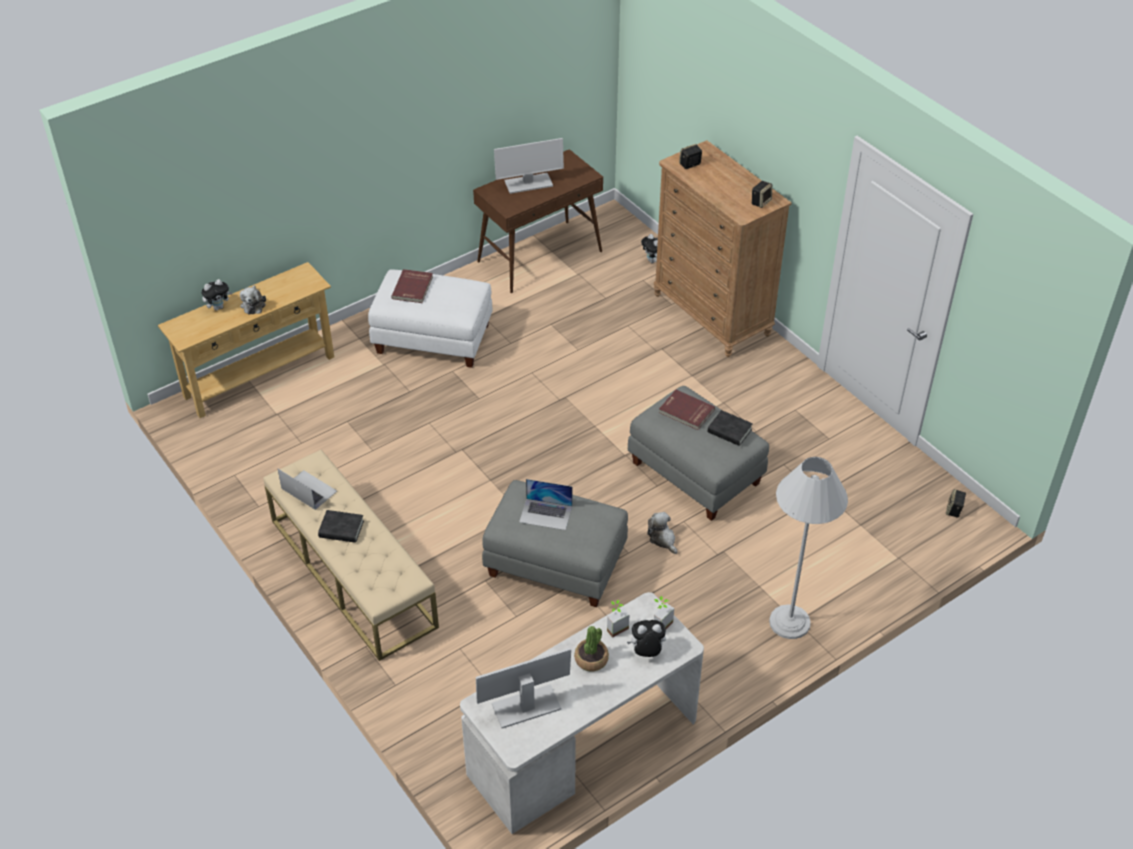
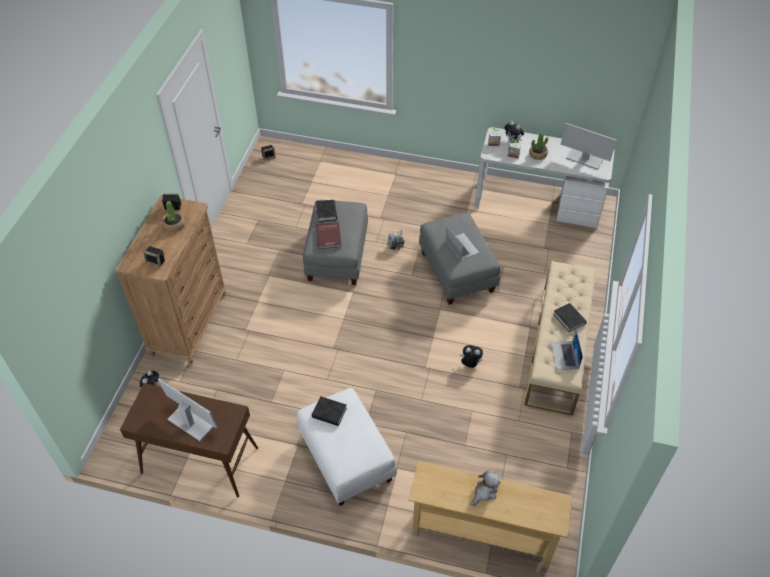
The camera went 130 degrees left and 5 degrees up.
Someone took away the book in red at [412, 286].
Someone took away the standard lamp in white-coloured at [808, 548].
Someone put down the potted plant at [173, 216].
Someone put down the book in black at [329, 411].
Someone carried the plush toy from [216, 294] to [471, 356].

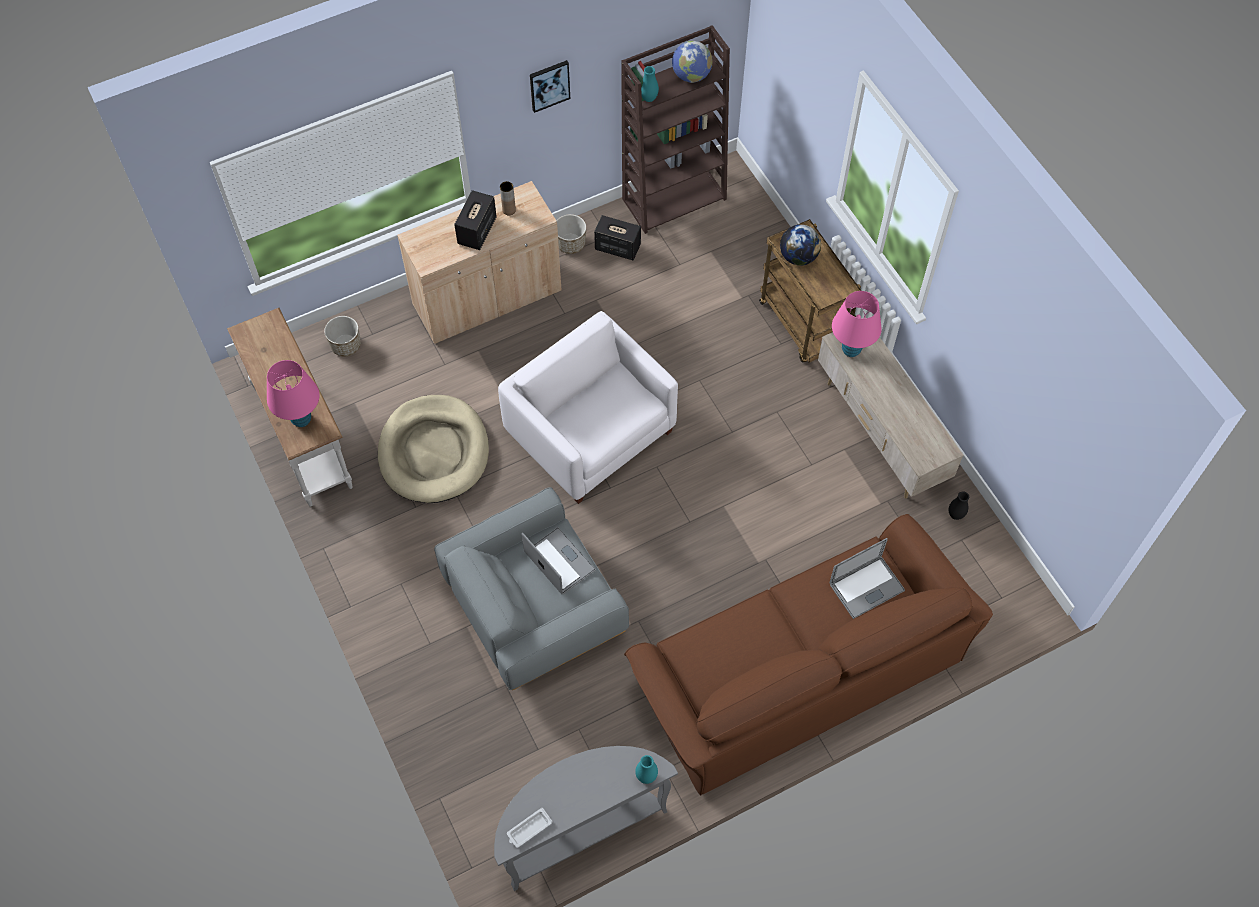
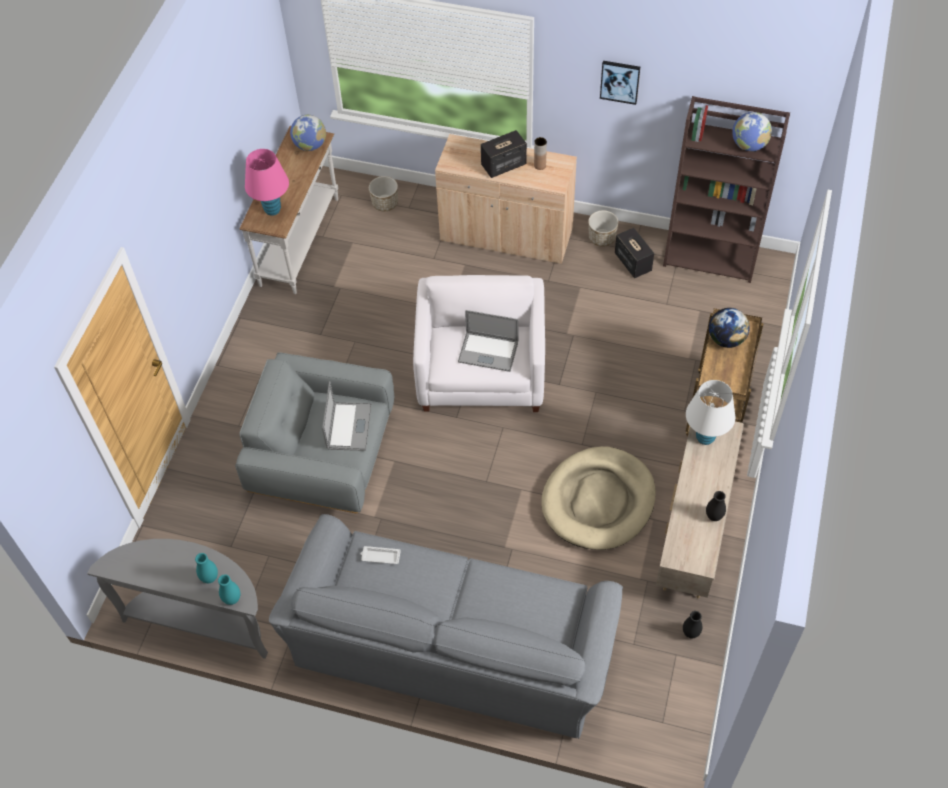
The camera went 45 degrees right and 5 degrees down.
Someone put down the globe at [308, 133].
Someone put down the decorative vase in black at [716, 506].
Someone carried the dog cushion in beige-coloured from [433, 449] to [598, 498].
Someone carried the carrying tray in white-coloured from [530, 828] to [381, 555].
Someone carried the decorative vase in blue-green from [650, 84] to [206, 568].
Someone carried the notebook computer from [867, 578] to [488, 341].
Someone repainted the sofa in brown at [808, 654], which became the sofa in greyish at [446, 626].
Someone repainted the lamp for a table in pink at [857, 324], which became the lamp for a table in white-coloured at [710, 412].

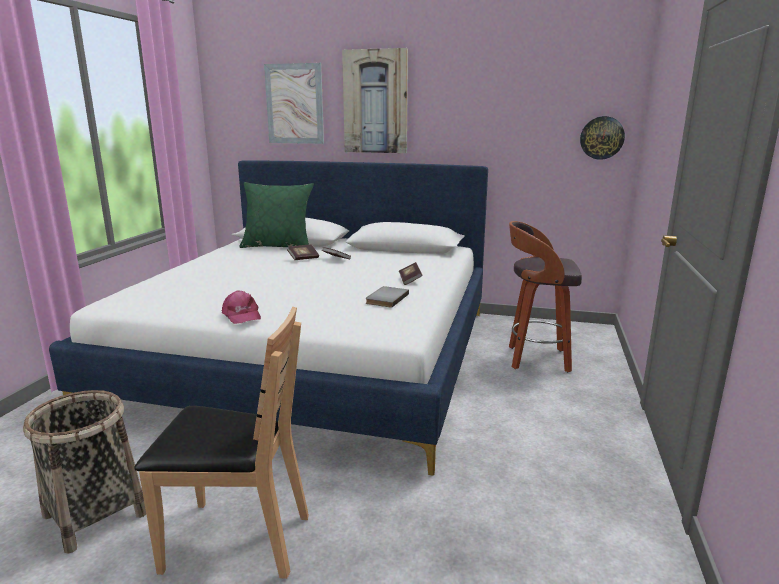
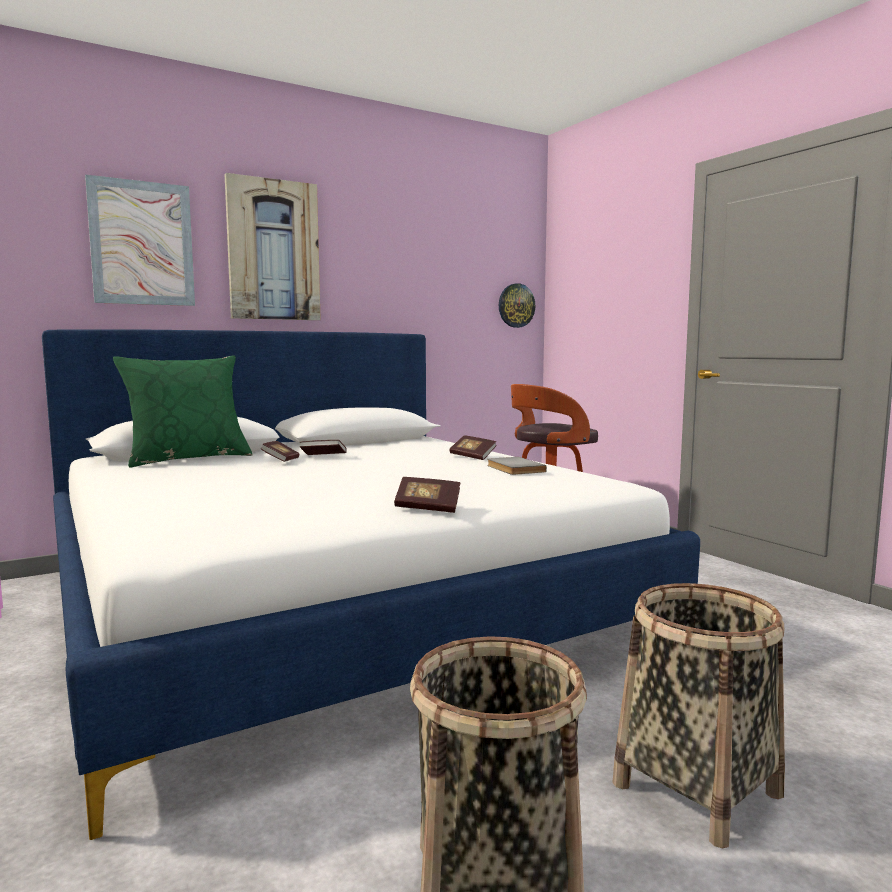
The camera went 45 degrees left and 10 degrees down.
Someone swapped the chair in brown at [221, 443] for the household basket at [698, 715].
Someone swapped the peaked cap in pink at [241, 307] for the book at [427, 495].

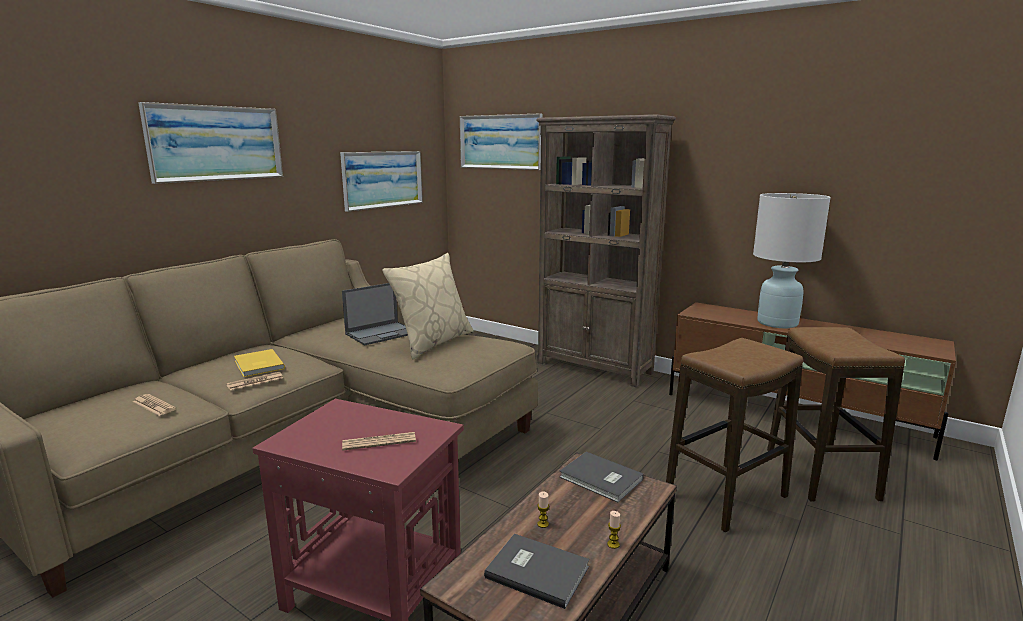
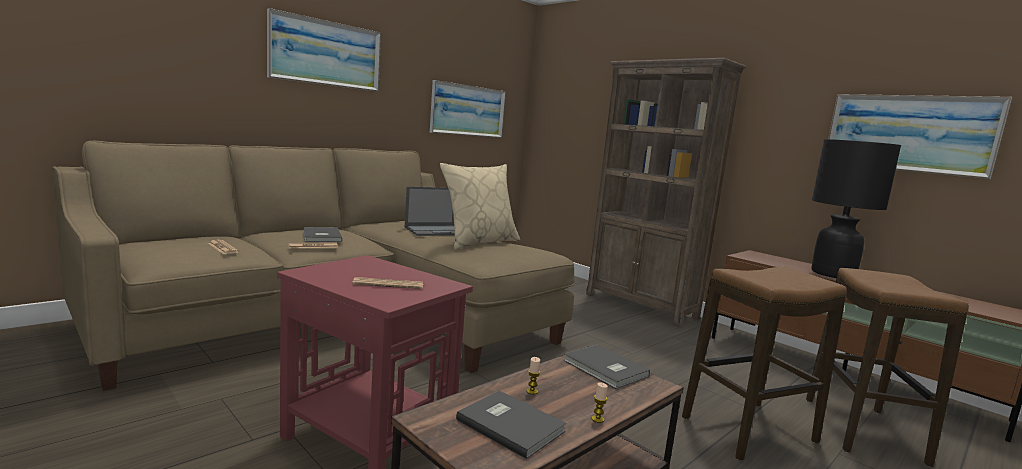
The camera went 10 degrees right and 5 degrees down.
Someone carried the wall art from [501, 141] to [920, 136].
Someone repainted the book in yellow at [259, 363], which became the book in greyish at [323, 234].
Someone repainted the lamp for a table in white-coloured at [792, 260], which became the lamp for a table in black at [856, 208].

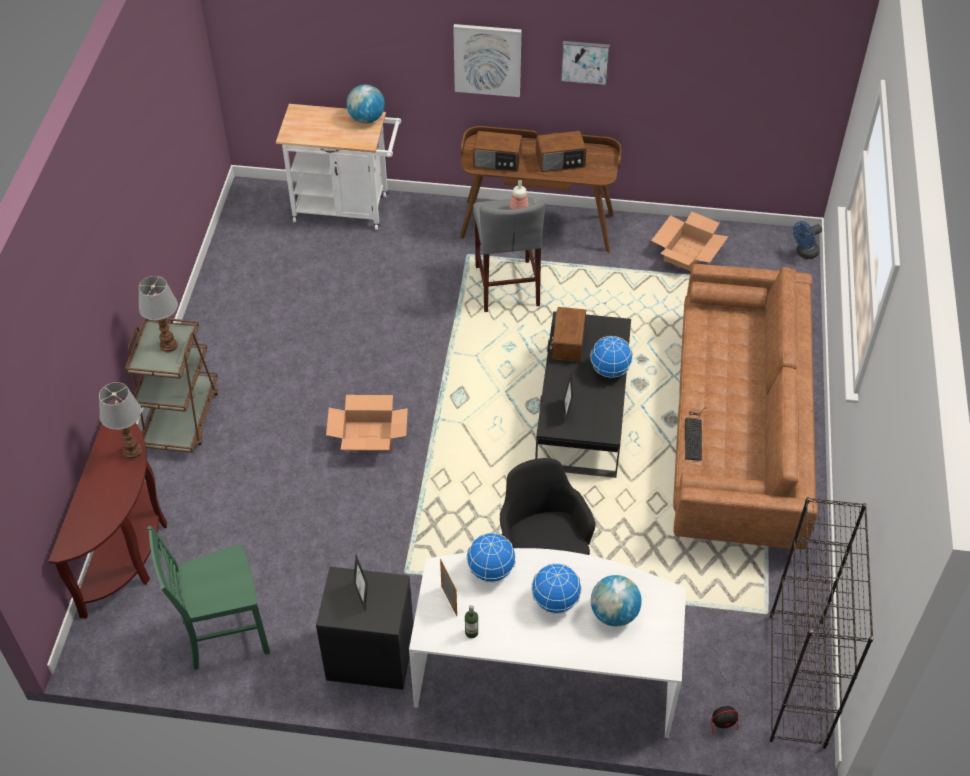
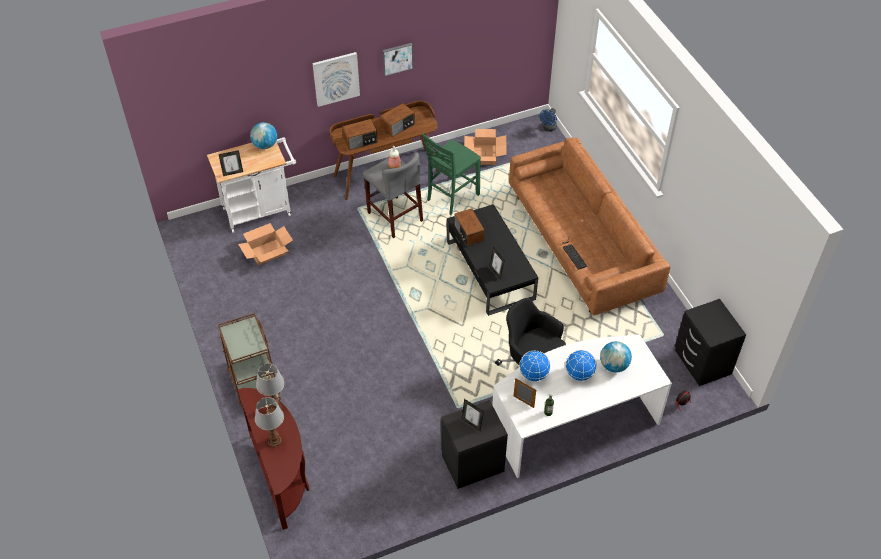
The camera went 30 degrees left and 0 degrees up.
Someone took away the globe at [611, 357].
Someone put down the photo frame at [230, 163].
Someone carried the lamp for a table from [158, 314] to [269, 422].
Someone carried the chair in green-coloured from [208, 598] to [451, 174].
Someone carried the packing box from [367, 423] to [265, 244].
Someone swapped the shelving unit in black at [822, 623] for the nightstand in black at [710, 342].

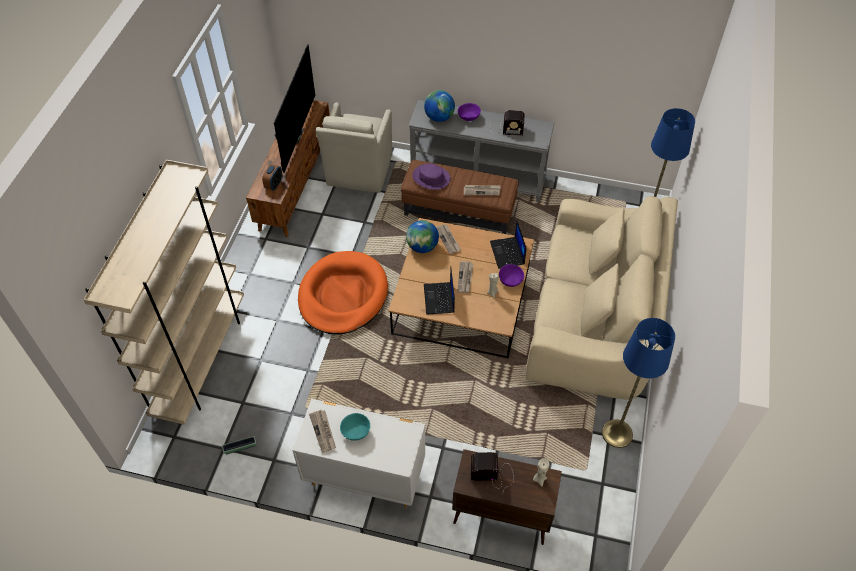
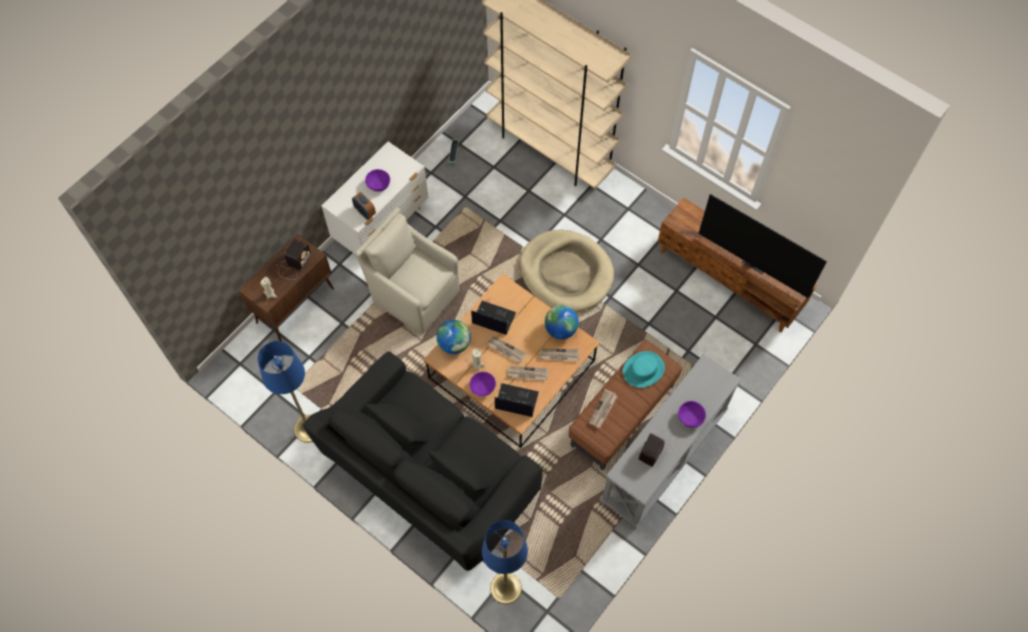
The camera went 115 degrees right and 10 degrees up.
Someone carried the bedside clock from [272, 177] to [364, 206].
Someone carried the newspaper from [322, 431] to [527, 373].
Someone carried the lounge chair in beige-coloured from [354, 148] to [407, 271].
Someone carried the globe from [439, 106] to [453, 337].
Someone repainted the dog cushion in orangey at [343, 293], which became the dog cushion in beige-coloured at [566, 270].
Someone repainted the bowl in blue-green at [355, 427], which became the bowl in purplish at [377, 180].
Someone repainted the hat in purplish at [431, 176], which became the hat in blue-green at [644, 369].
Someone repainted the sofa in beige-coloured at [602, 298], which became the sofa in black at [423, 461].

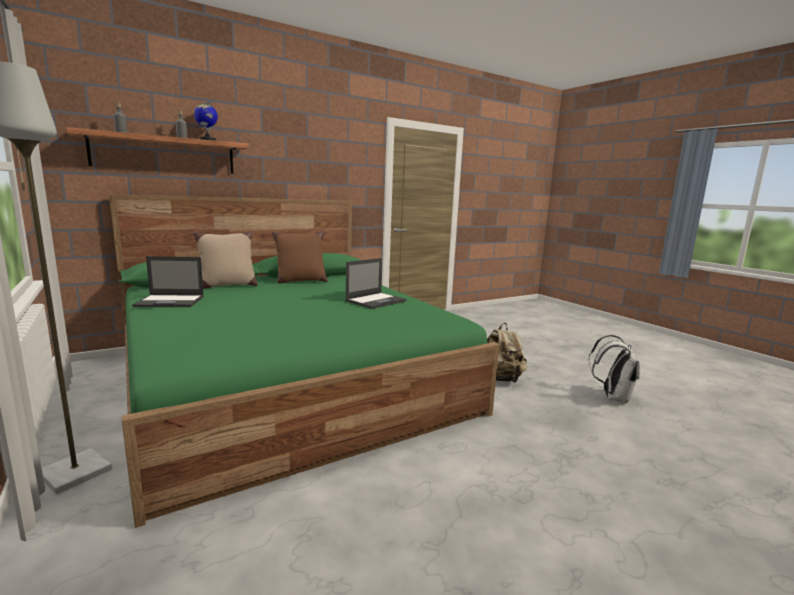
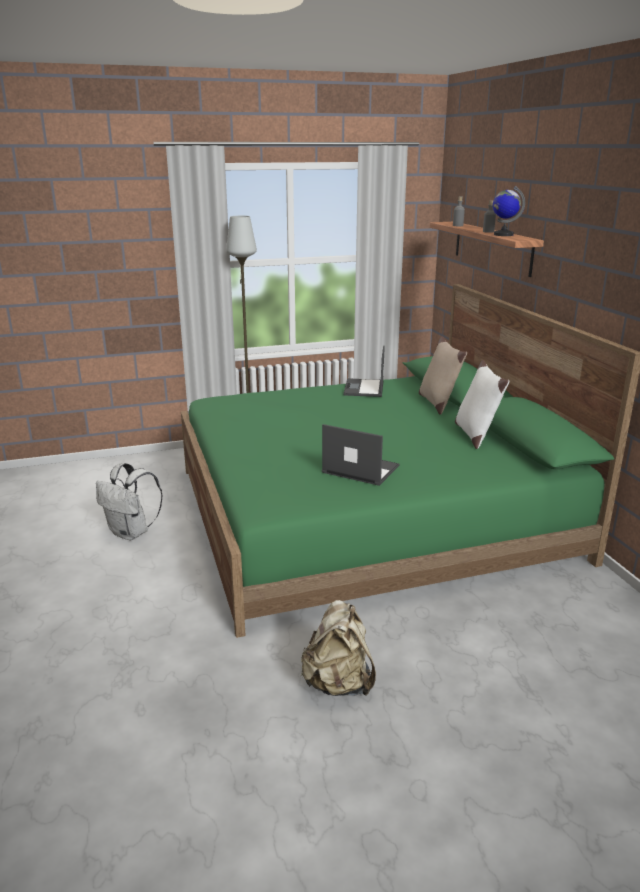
The camera went 105 degrees right and 10 degrees up.
Someone carried the rucksack in white-coloured from [614, 369] to [129, 502].
Someone repainted the cushion in brown at [299, 257], which became the cushion in white-coloured at [482, 404].
Someone rotated the notebook computer at [376, 283] by 150 degrees clockwise.

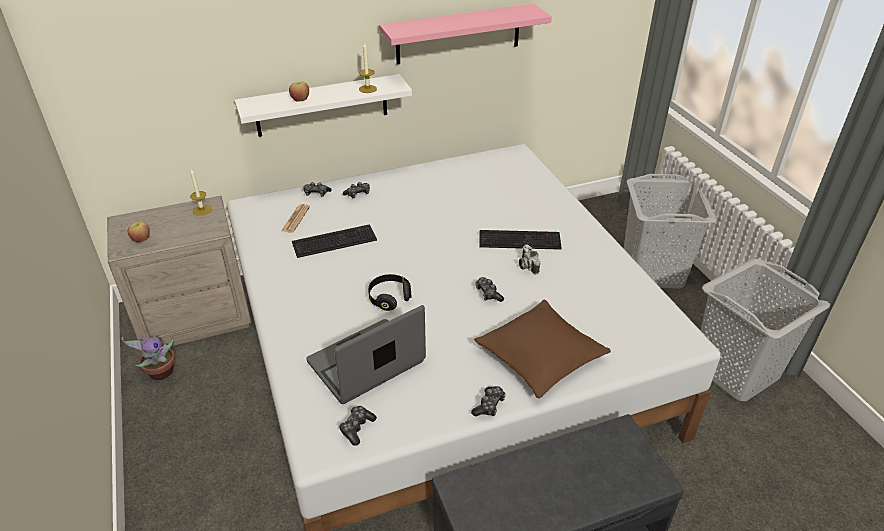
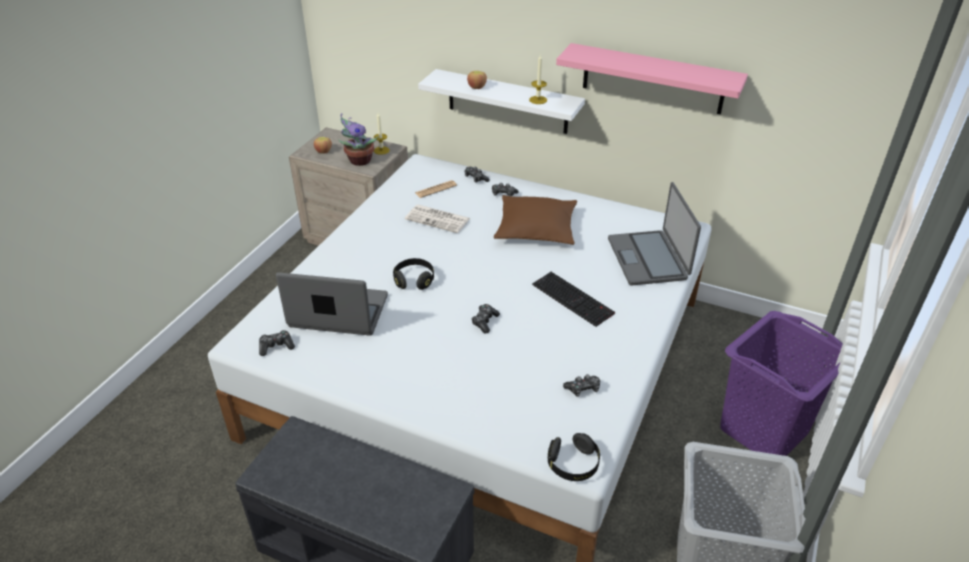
The camera went 45 degrees right and 0 degrees up.
Someone took away the photo camera at [529, 259].
Someone put down the pair of headphones in black at [574, 457].
Someone put down the notebook computer at [654, 233].
Someone carried the potted plant from [148, 358] to [358, 139].
Someone carried the joypad from [488, 401] to [581, 385].
Someone carried the cushion in brown from [542, 349] to [535, 220].
Someone swapped the PC keyboard at [334, 241] for the newspaper at [438, 219].
Someone repainted the washing basket in greyish at [670, 231], which became the washing basket in purplish at [781, 383].

